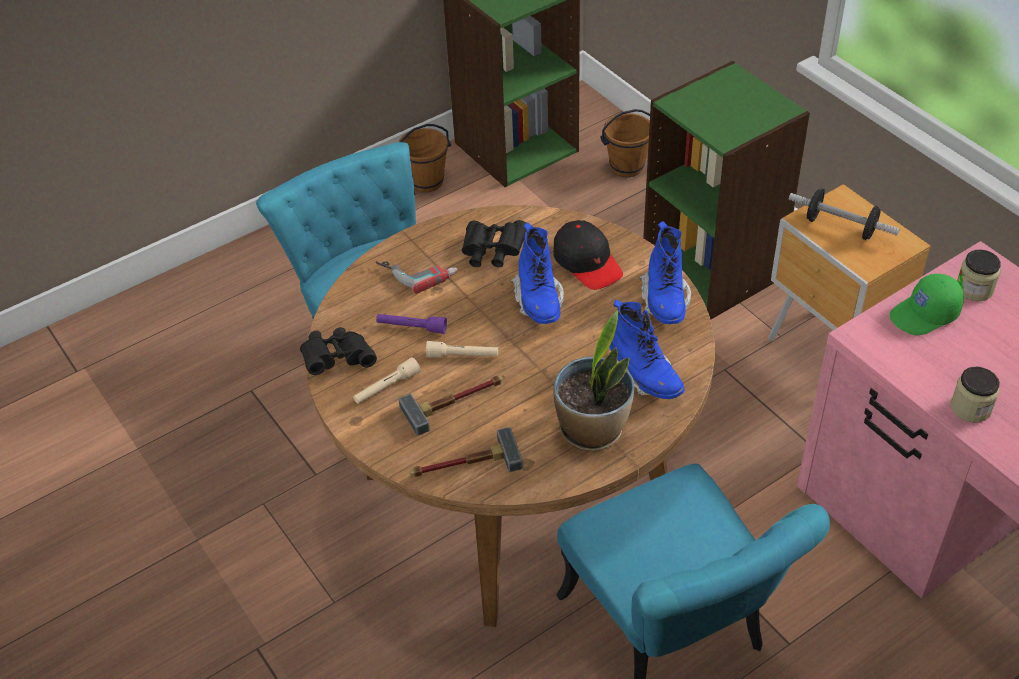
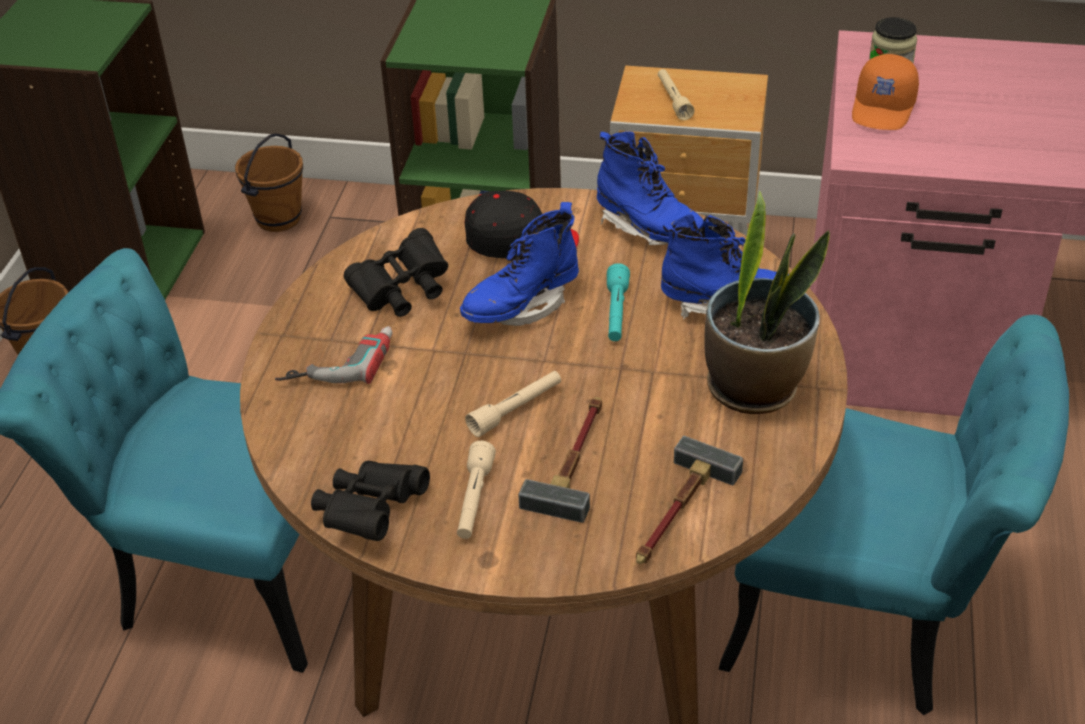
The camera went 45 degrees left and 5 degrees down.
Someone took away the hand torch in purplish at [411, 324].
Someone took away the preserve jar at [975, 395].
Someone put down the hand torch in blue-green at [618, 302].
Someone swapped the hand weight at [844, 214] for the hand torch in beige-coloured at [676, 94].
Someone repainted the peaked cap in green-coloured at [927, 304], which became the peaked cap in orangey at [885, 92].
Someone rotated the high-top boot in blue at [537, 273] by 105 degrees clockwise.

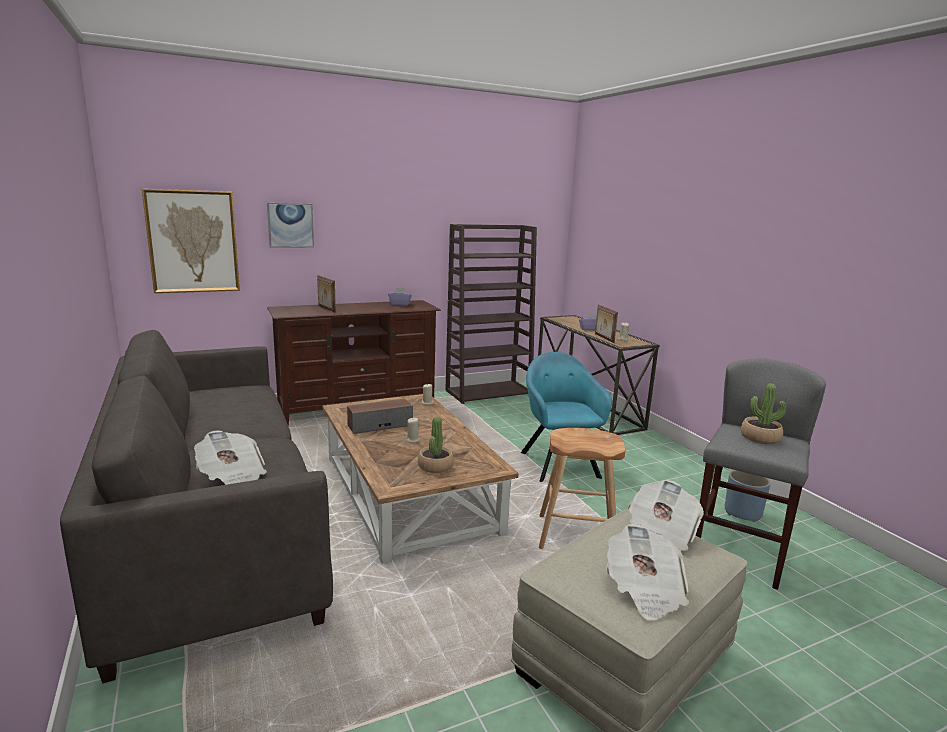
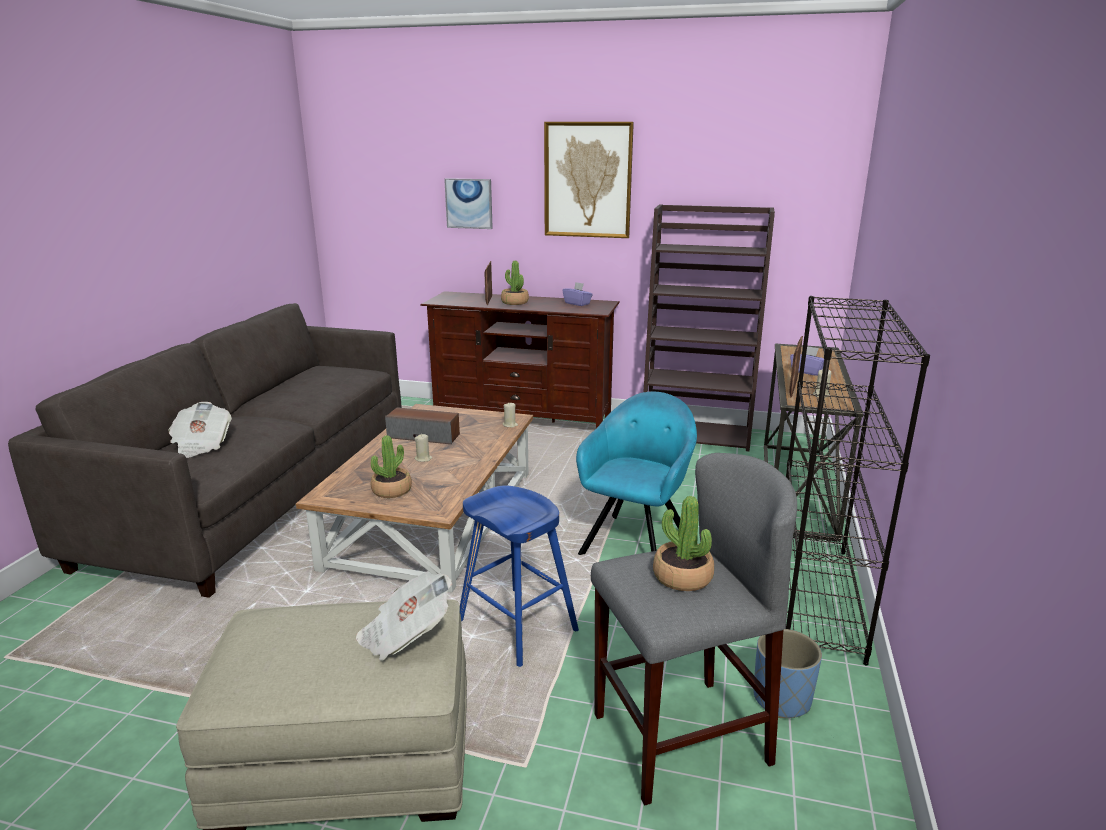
The camera went 40 degrees right and 5 degrees up.
Someone took away the newspaper at [647, 572].
Someone put down the potted plant at [515, 283].
Someone put down the shelving unit in black at [857, 480].
Someone carried the wall art from [191, 241] to [589, 180].
Someone repainted the sitting stool in brown at [582, 488], which became the sitting stool in blue at [519, 576].

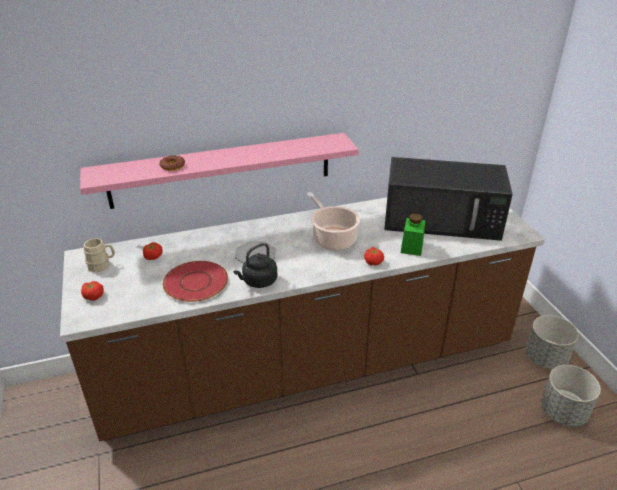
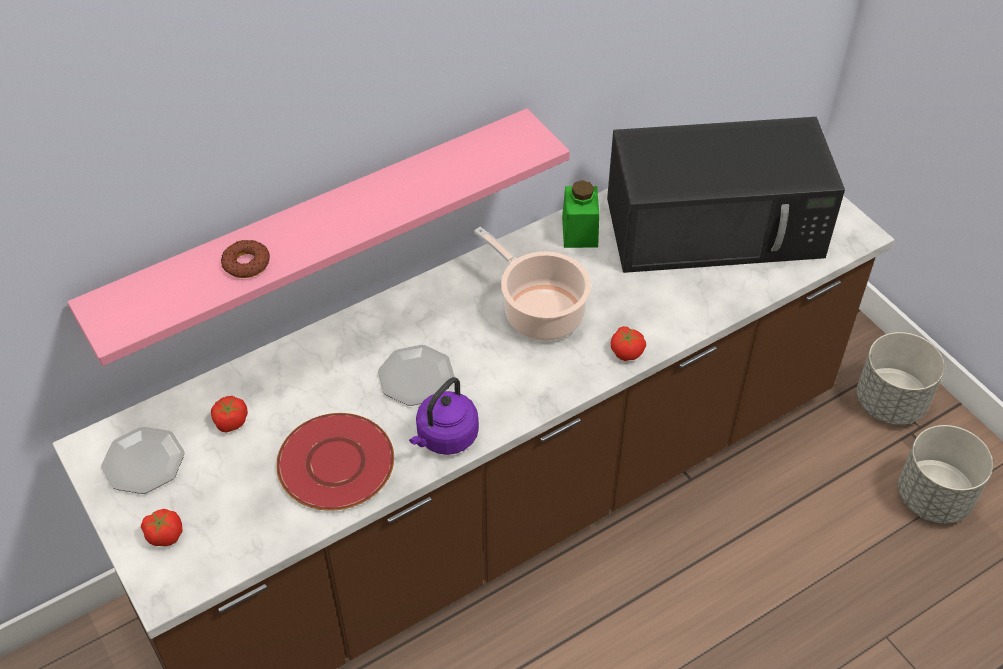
The camera went 15 degrees left and 15 degrees up.
Someone carried the preserve jar in green-coloured from [413, 235] to [580, 214].
Someone swapped the mug in beige-coloured at [99, 255] for the dinner plate at [143, 460].
Someone repainted the kettle in black at [255, 265], which became the kettle in purplish at [444, 416].

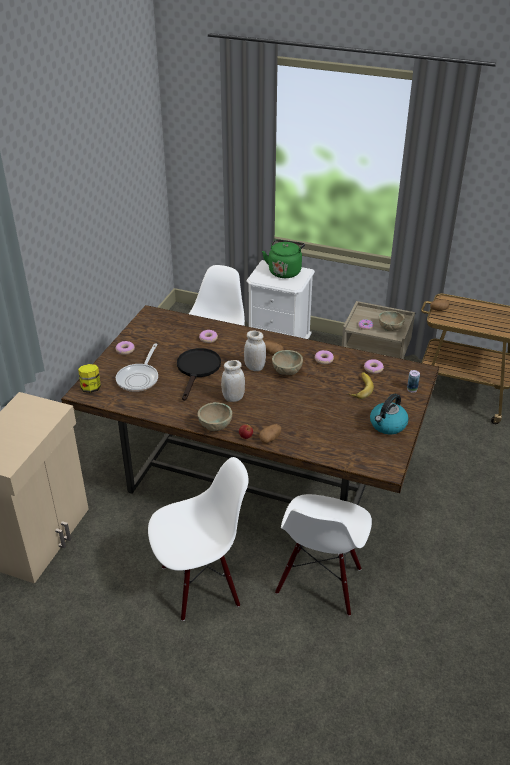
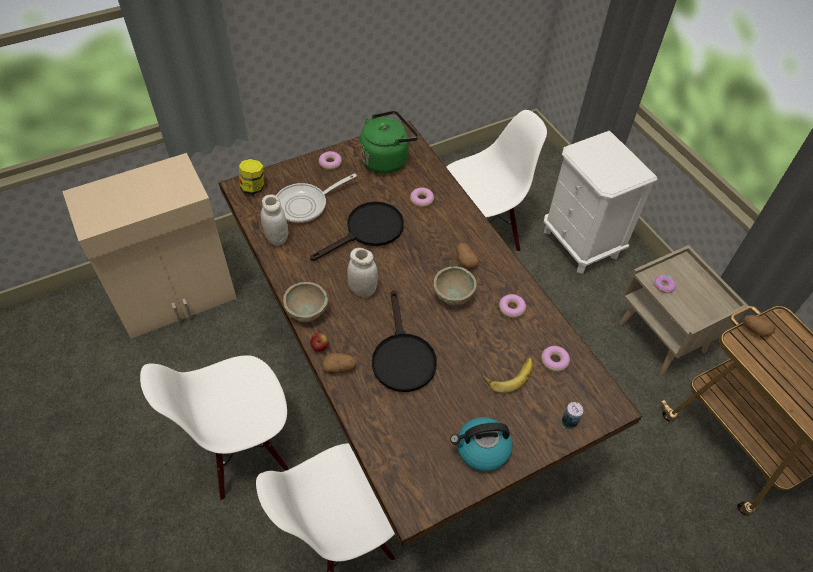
The camera went 40 degrees right and 15 degrees up.
Someone took away the bowl in beige-coloured at [392, 321].
Someone put down the pan in black at [404, 341].
Someone carried the preserve jar in white-coloured from [255, 350] to [274, 220].
Someone carried the kettle in green-coloured from [283, 258] to [389, 142].
Someone rotated the chair in white-coloured at [198, 539] by 135 degrees clockwise.

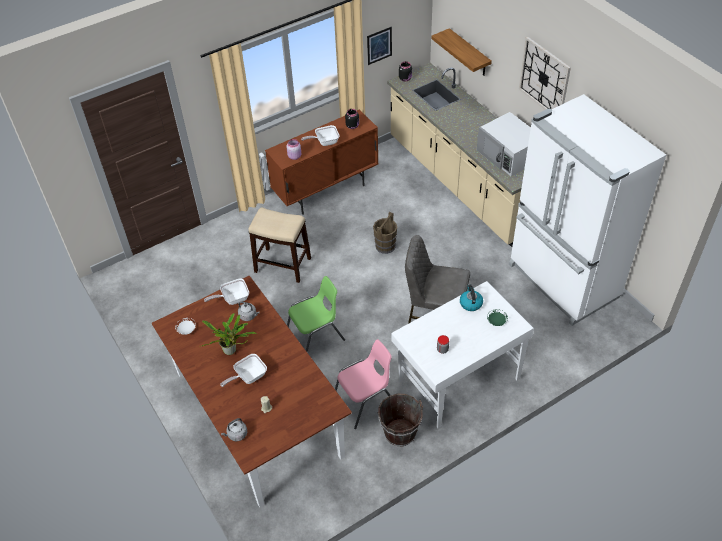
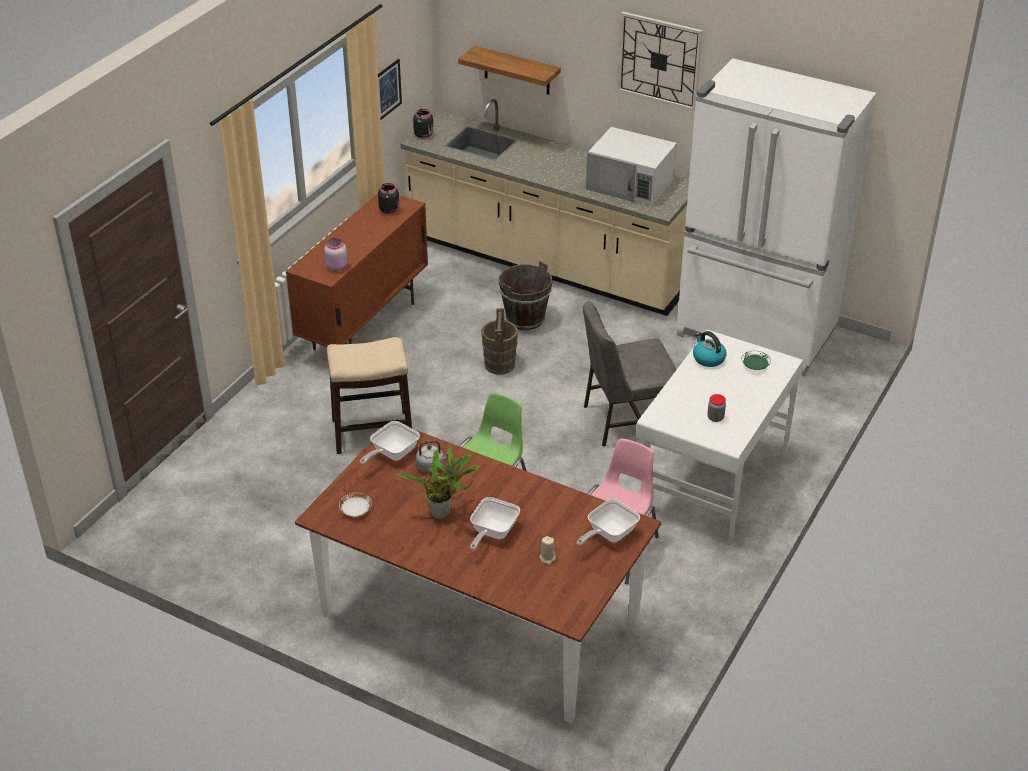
The camera went 30 degrees left and 10 degrees down.
Someone took away the kettle in greyish at [234, 429].
Someone carried the pan from [320, 135] to [608, 522].
Someone carried the water bucket in brown from [400, 420] to [525, 295].

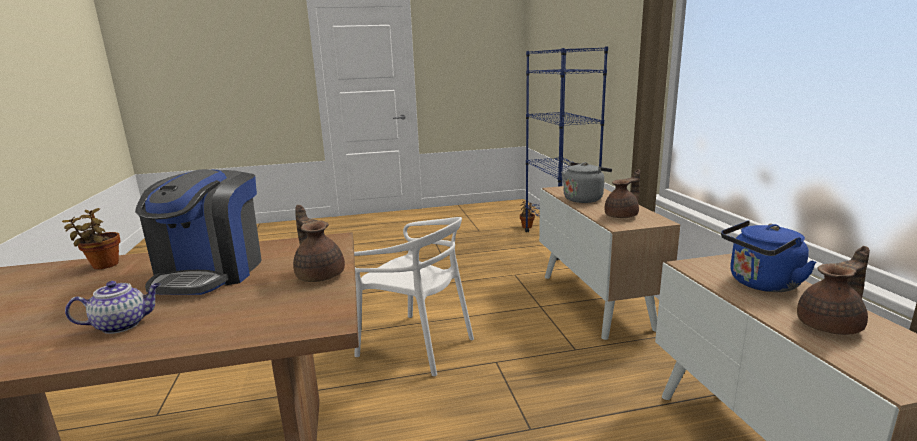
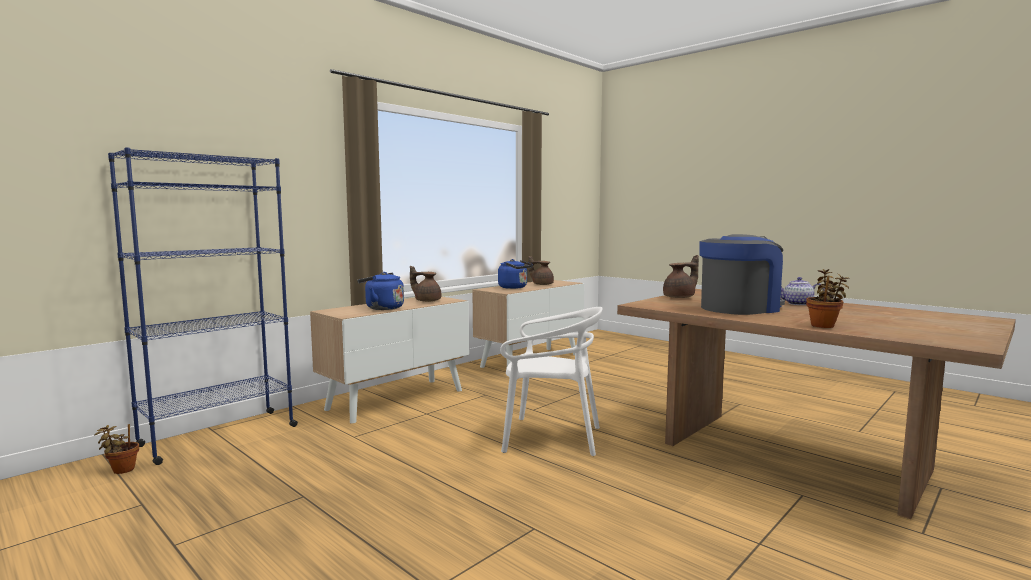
The camera went 125 degrees left and 10 degrees down.
Someone repainted the kettle in greyish at [586, 182], which became the kettle in blue at [380, 291].
Someone rotated the pot for tea in brown at [319, 243] by 135 degrees counterclockwise.
Someone rotated the chair in white-coloured at [414, 296] by 105 degrees clockwise.

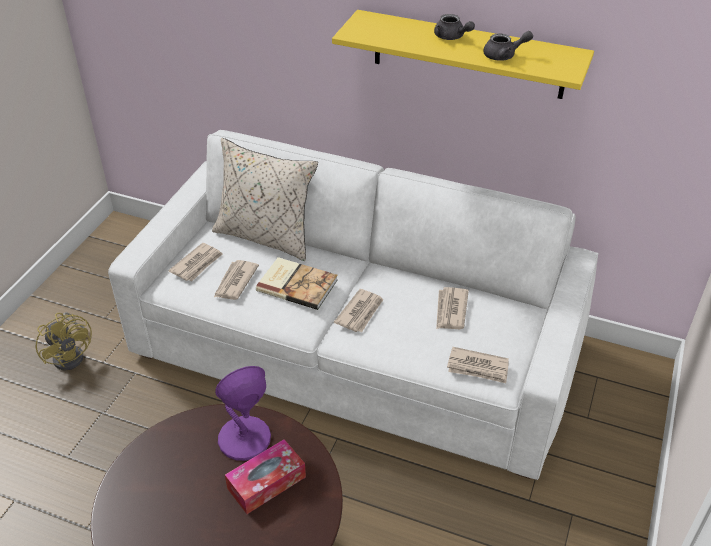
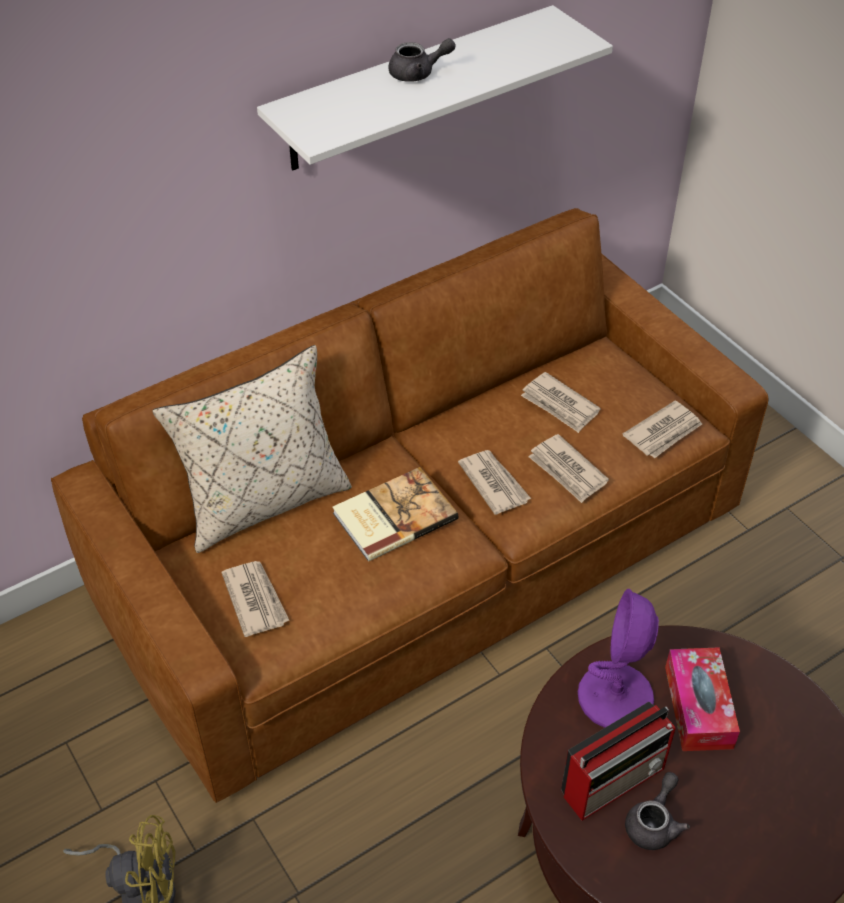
The camera went 55 degrees left and 5 degrees up.
Someone put down the radio receiver at [618, 761].
Someone carried the newspaper from [236, 280] to [568, 468].
Someone carried the pot for tea in greyish from [508, 46] to [657, 811].
Someone repainted the sofa in white-coloured at [353, 305], which became the sofa in brown at [409, 505].
Someone repainted the bracket shelf in yellow at [463, 54], which became the bracket shelf in white-coloured at [435, 87].

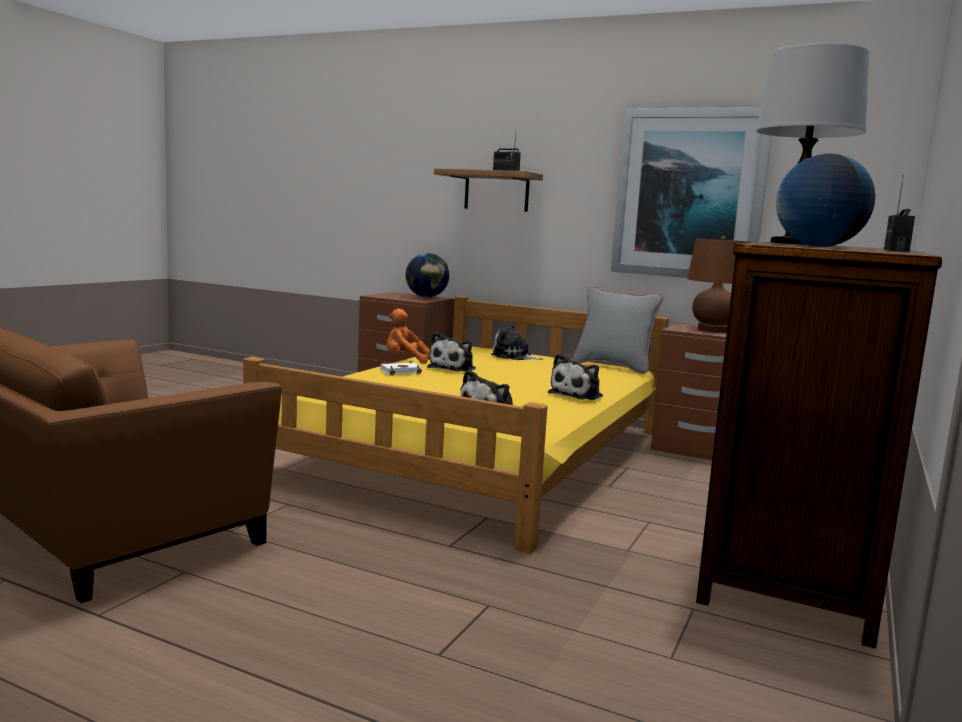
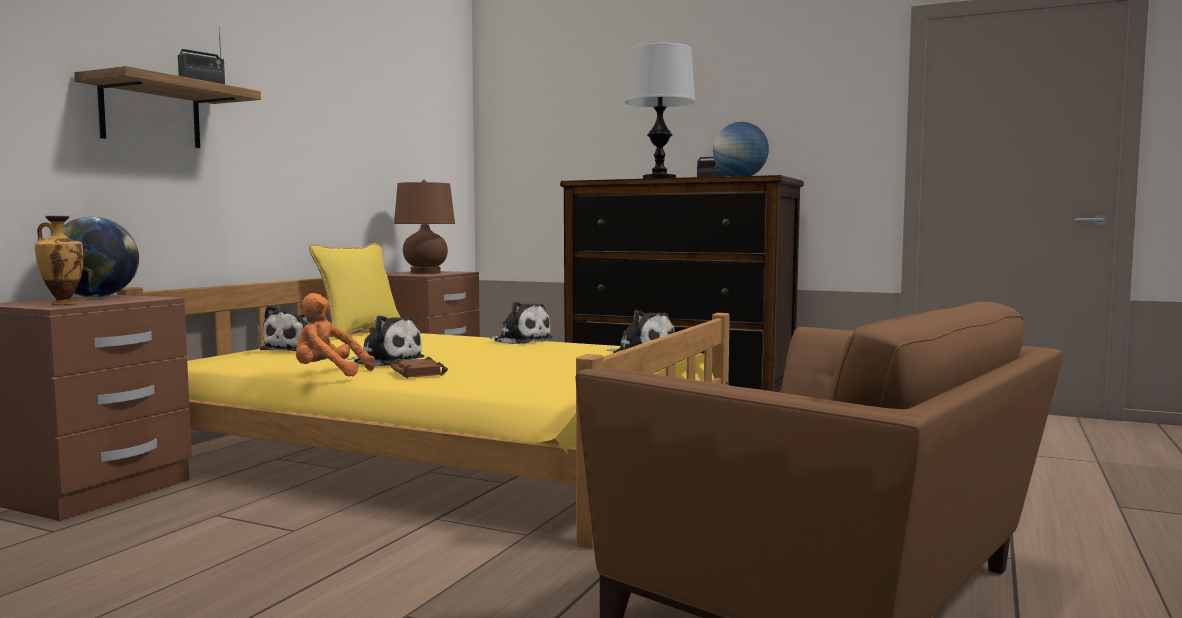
The camera went 90 degrees left and 5 degrees down.
Someone took away the wall art at [691, 192].
Someone put down the decorative vase at [59, 260].
Someone repainted the book in white-coloured at [401, 368], which became the book in brown at [419, 367].
Someone repainted the cushion in greyish at [618, 330], which became the cushion in yellow at [355, 291].
Someone rotated the plush toy in orangey at [408, 336] by 90 degrees clockwise.

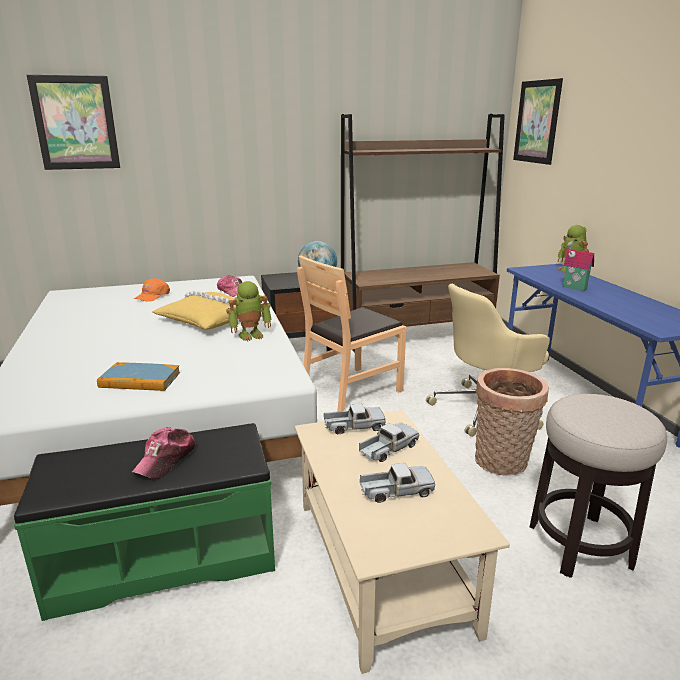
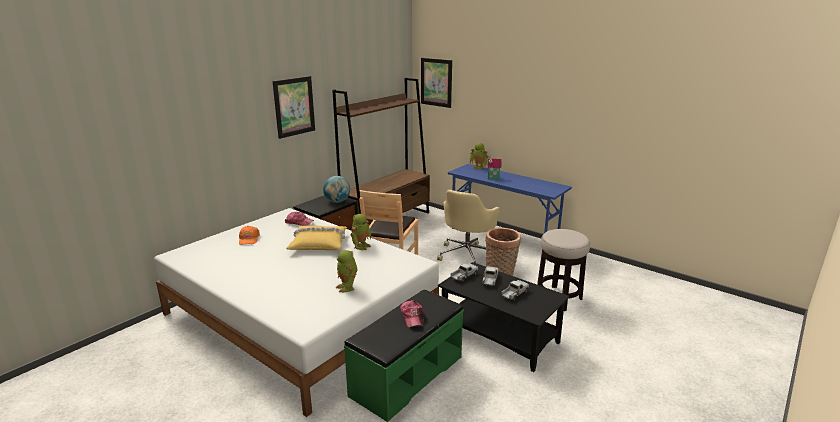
The camera went 35 degrees left and 0 degrees up.
Someone carried the wall art from [73, 122] to [294, 107].
Someone swapped the book at [138, 376] for the model robot at [346, 271].
Someone repainted the coffee table in beige-coloured at [402, 542], which became the coffee table in black at [503, 317].

